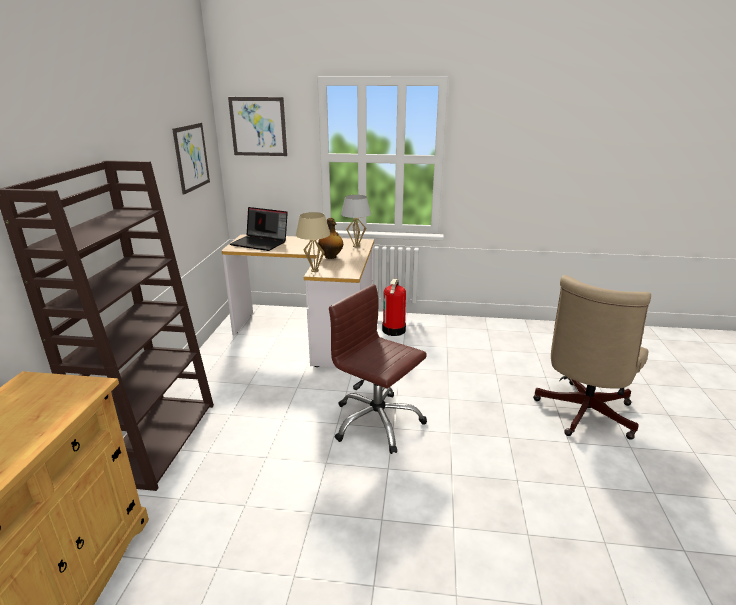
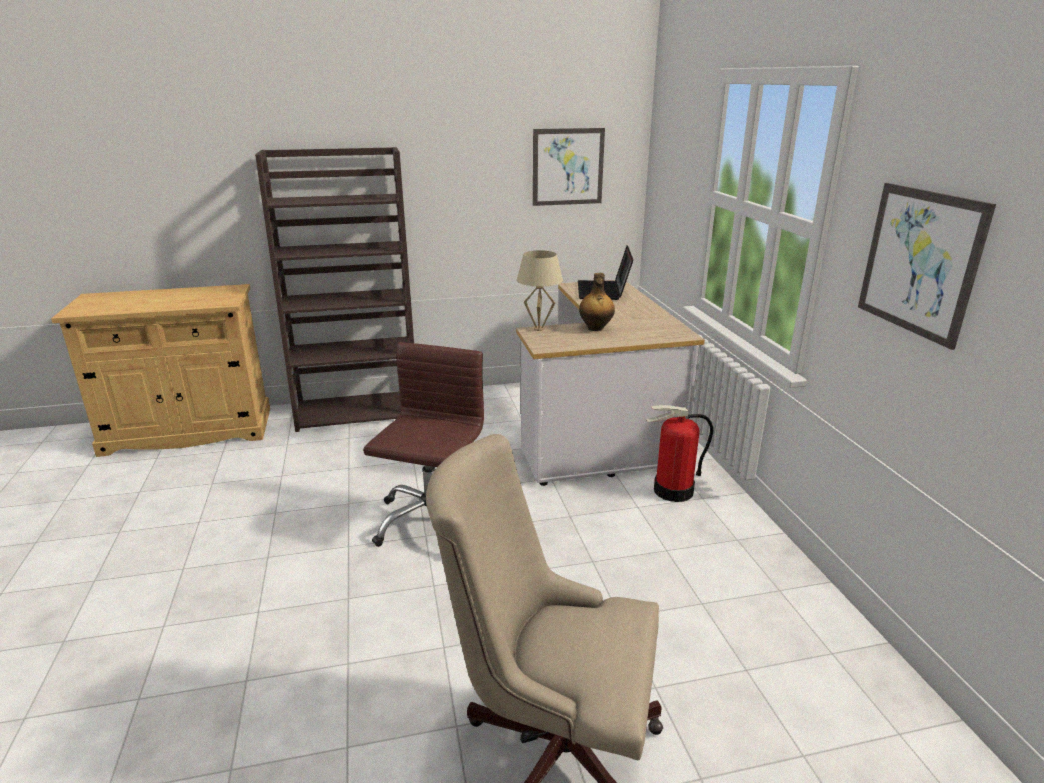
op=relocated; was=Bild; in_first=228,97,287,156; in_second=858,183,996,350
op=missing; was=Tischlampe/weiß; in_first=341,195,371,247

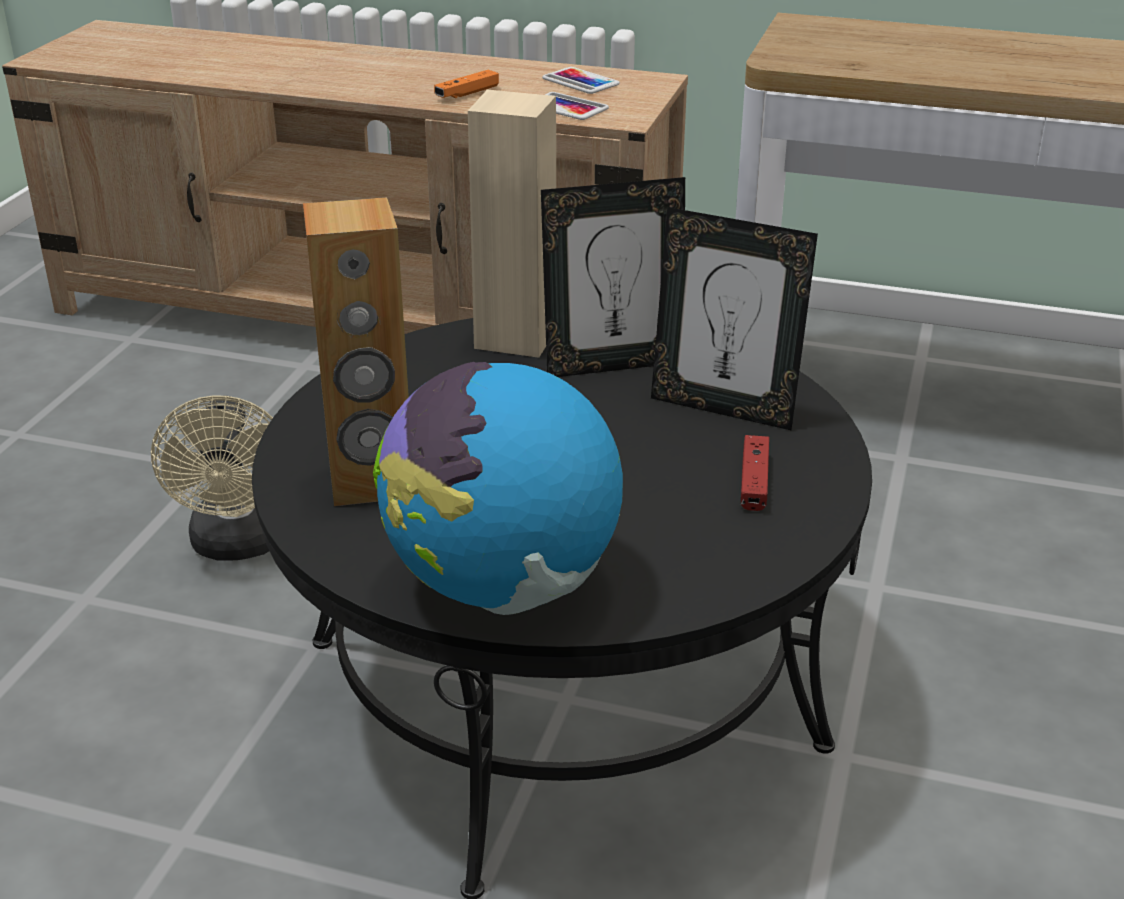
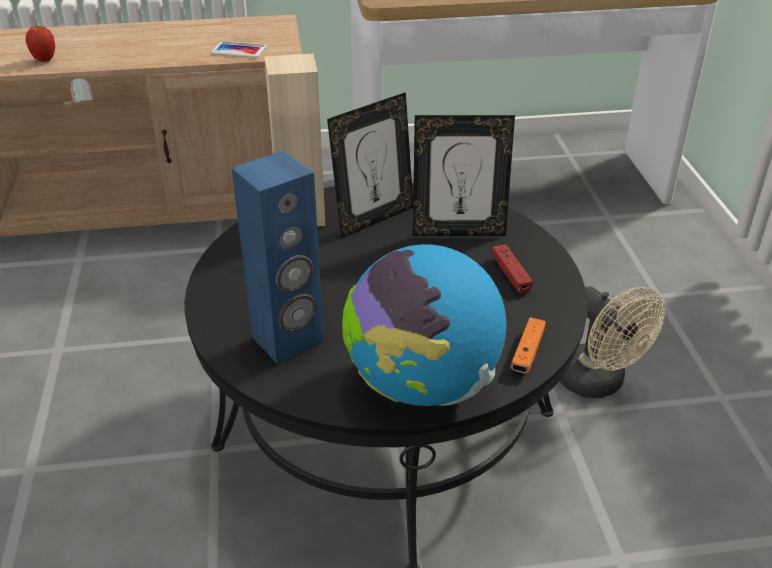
op=missing; was=Handy; in_first=542,67,620,94
op=relocated; was=Gamepad/orange; in_first=434,70,499,98; in_second=511,317,546,373
op=colour; was=Lautsprecher/braun; now=Lautsprecher/blau; in_first=303,197,409,506; in_second=231,151,324,364
op=relocated; was=Ventilator/beige; in_first=151,395,273,561; in_second=560,286,665,398
op=appeared; now=Apfel; in_second=25,24,55,62

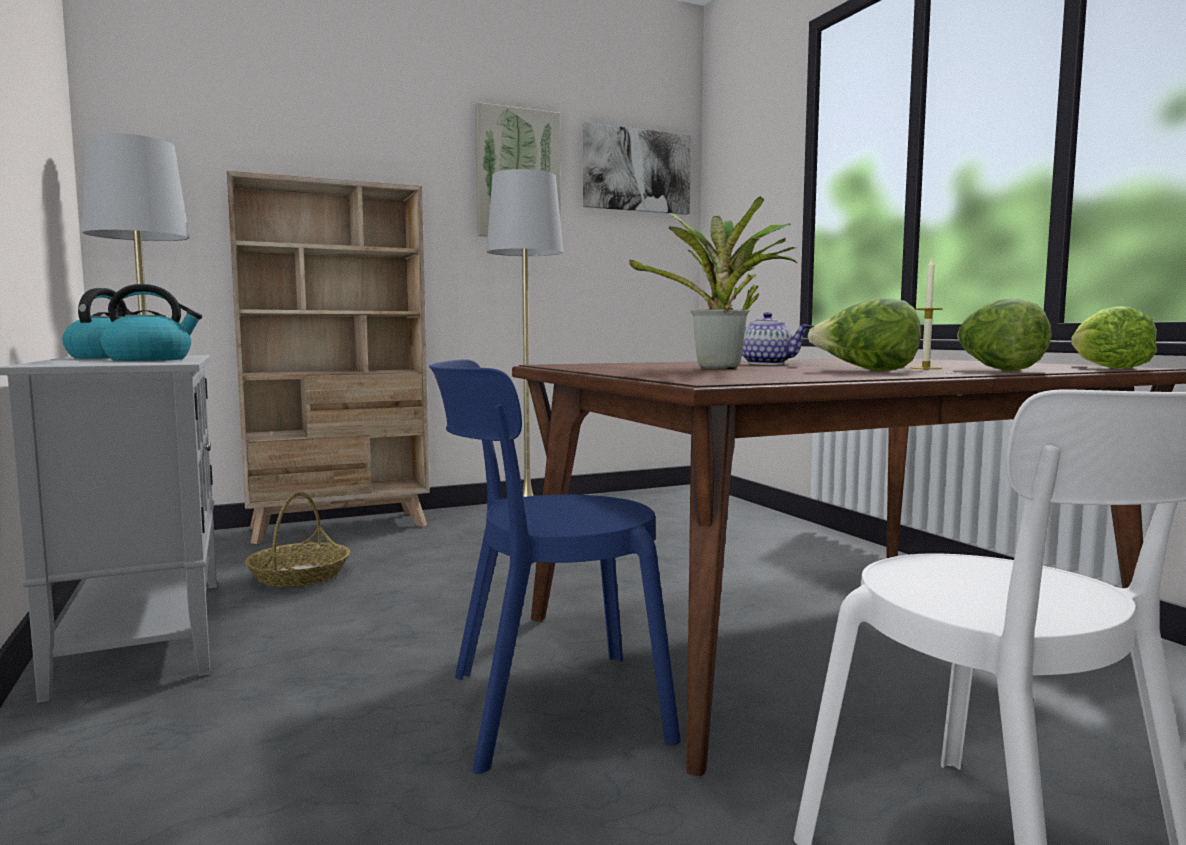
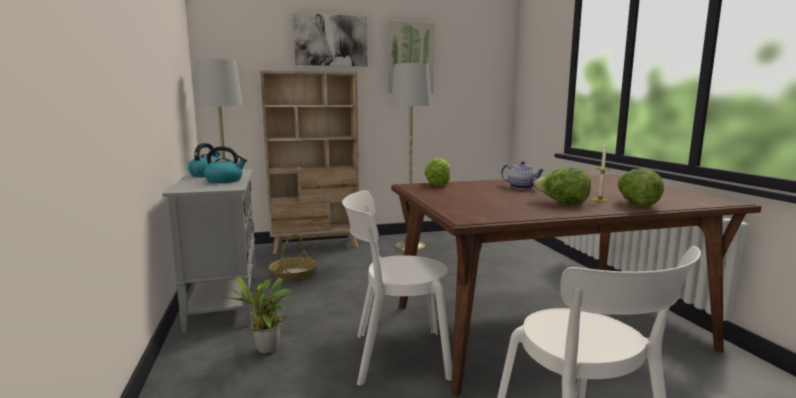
op=relocated; was=Bild; in_first=583,122,691,215; in_second=293,13,368,66
op=relocated; was=Topfpflanze; in_first=629,196,797,369; in_second=221,277,298,354
op=relocated; was=Salatkopf; in_first=1071,306,1157,369; in_second=424,158,451,186
op=colour; was=Stuhl/blau; now=Stuhl/weiß; in_first=429,359,681,774; in_second=342,191,452,385

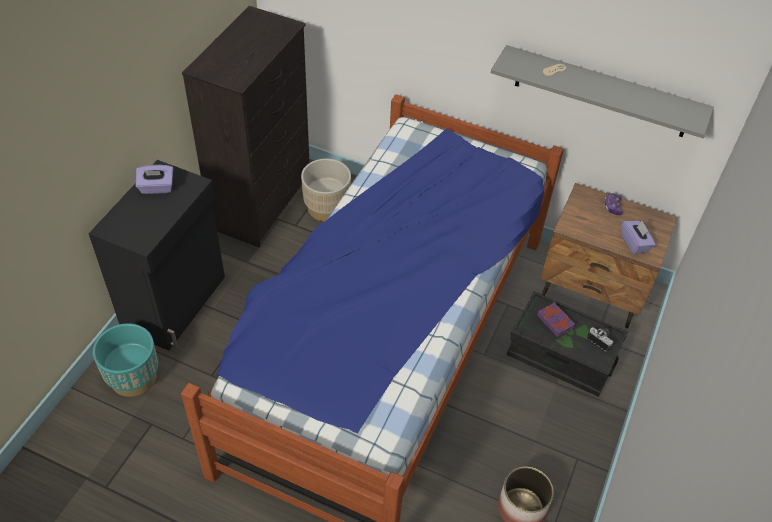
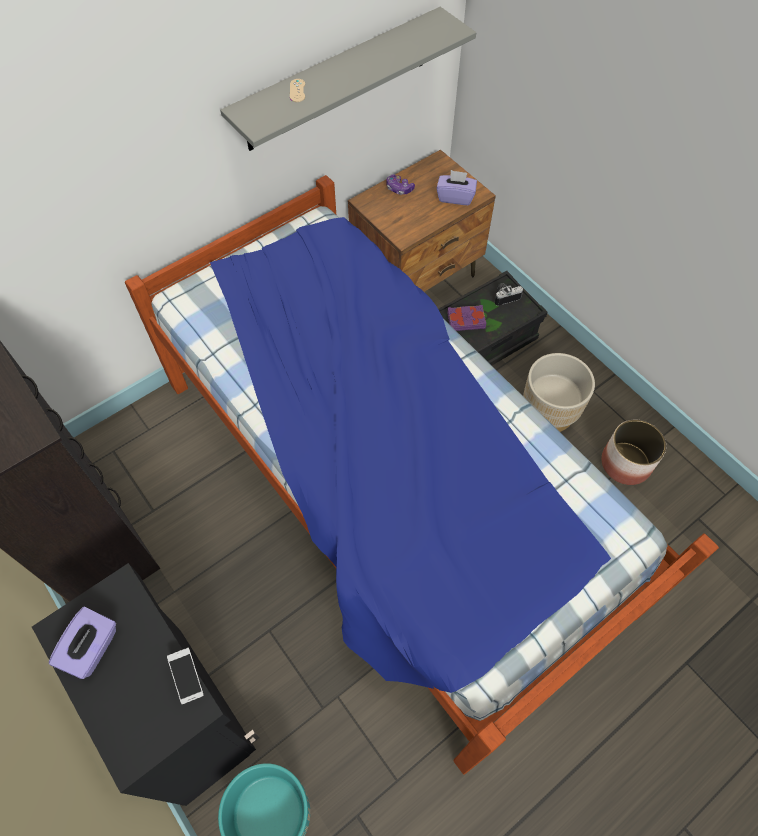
op=relocated; was=Pflanzkübel/beige; in_first=301,159,351,222; in_second=523,353,595,432
op=appeared; now=Handy; in_second=167,648,204,704

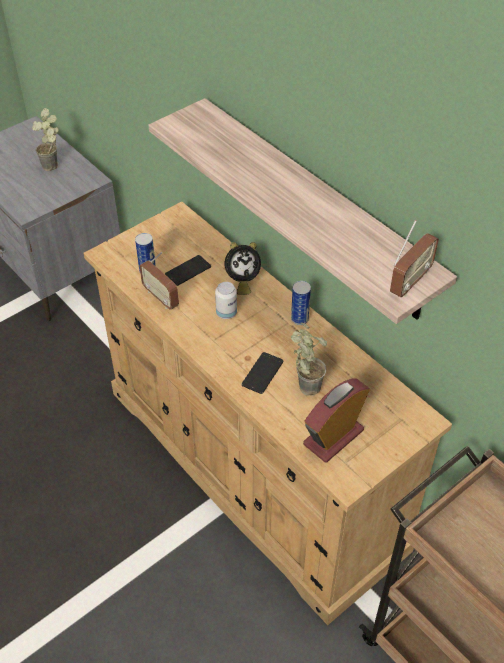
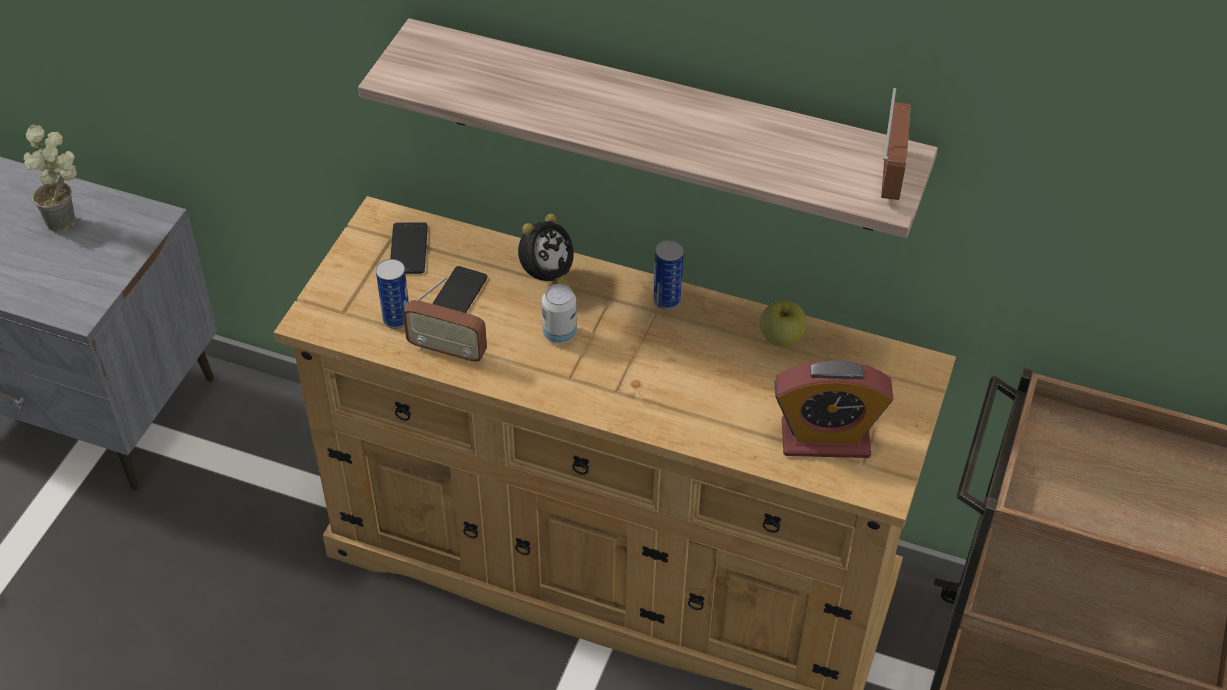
op=missing; was=Topfpflanze; in_first=291,322,327,396
op=relocated; was=Handy; in_first=242,352,283,394; in_second=390,222,428,274
op=spun; was=Wecker; in_first=303,378,370,462; in_second=775,360,894,458; clockwise=-105
op=appeared; now=Apfel; in_second=760,300,807,347

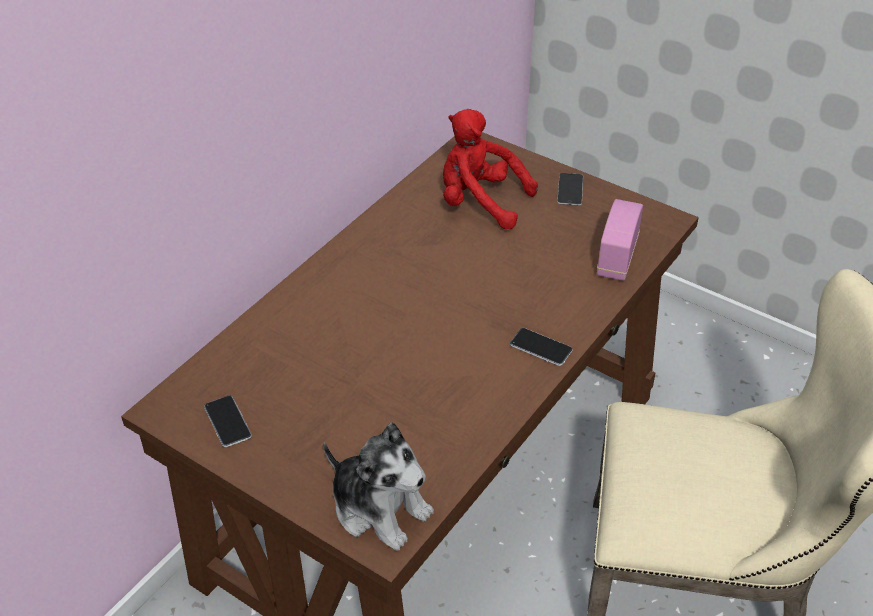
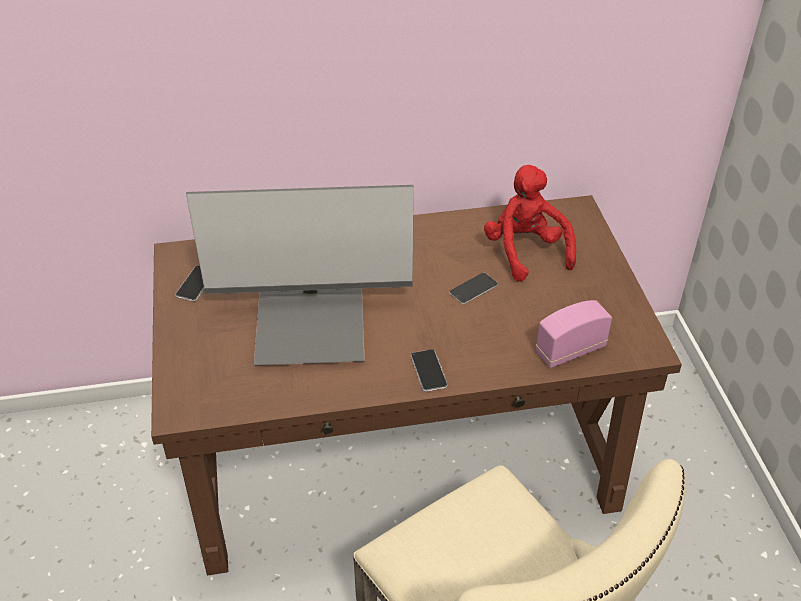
op=relocated; was=Handy; in_first=557,173,583,205; in_second=449,272,498,304
op=missing; was=Plüschtier; in_first=323,422,434,551
op=appeared; now=Monitor; in_second=186,185,414,365

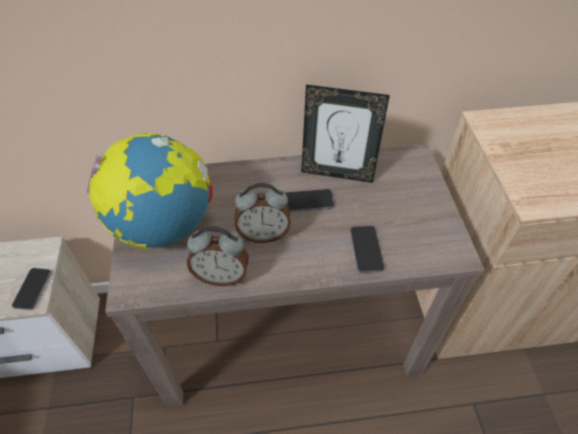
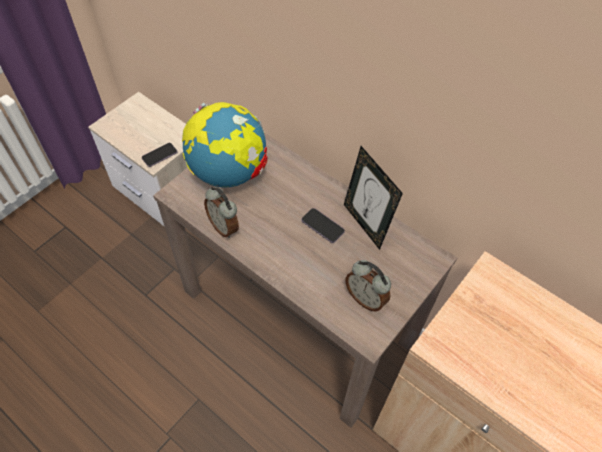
op=relocated; was=Wecker; in_first=235,183,291,243; in_second=345,260,391,312
op=missing; was=Handy; in_first=350,226,385,273

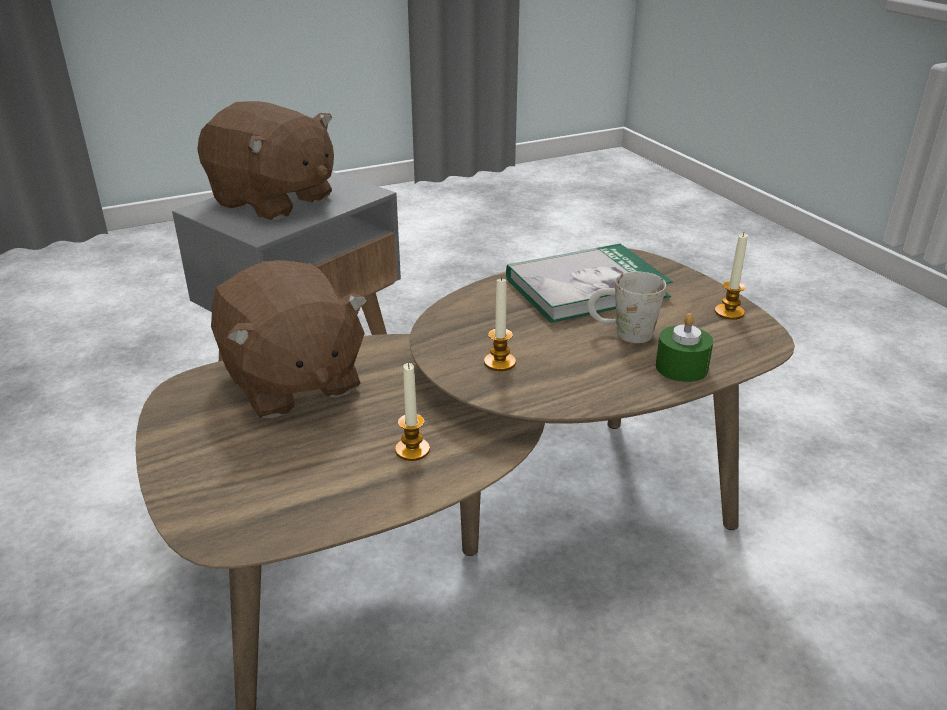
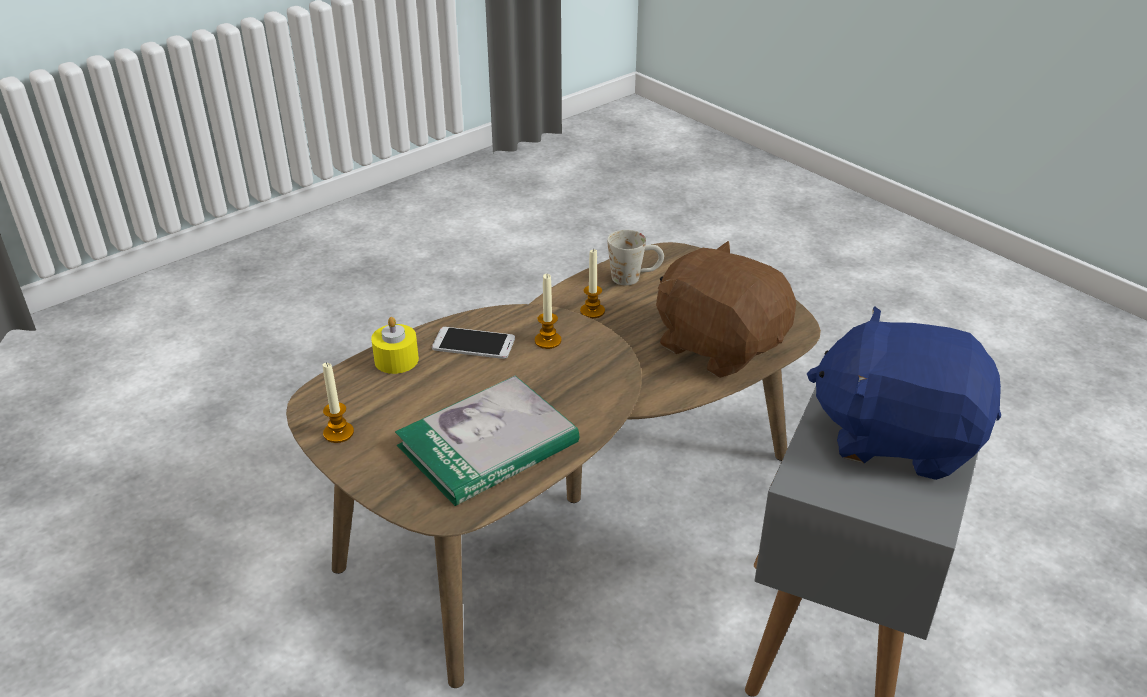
op=colour; was=Plüschtier/braun; now=Plüschtier/blau; in_first=197,101,334,220; in_second=807,307,1001,480
op=relocated; was=Henkelbecher/weiß; in_first=587,271,666,343; in_second=607,230,664,285
op=colour; was=Kerze/grün; now=Kerze/gelb; in_first=656,313,713,382; in_second=371,317,419,374
op=appeared; now=Handy; in_second=432,327,515,359

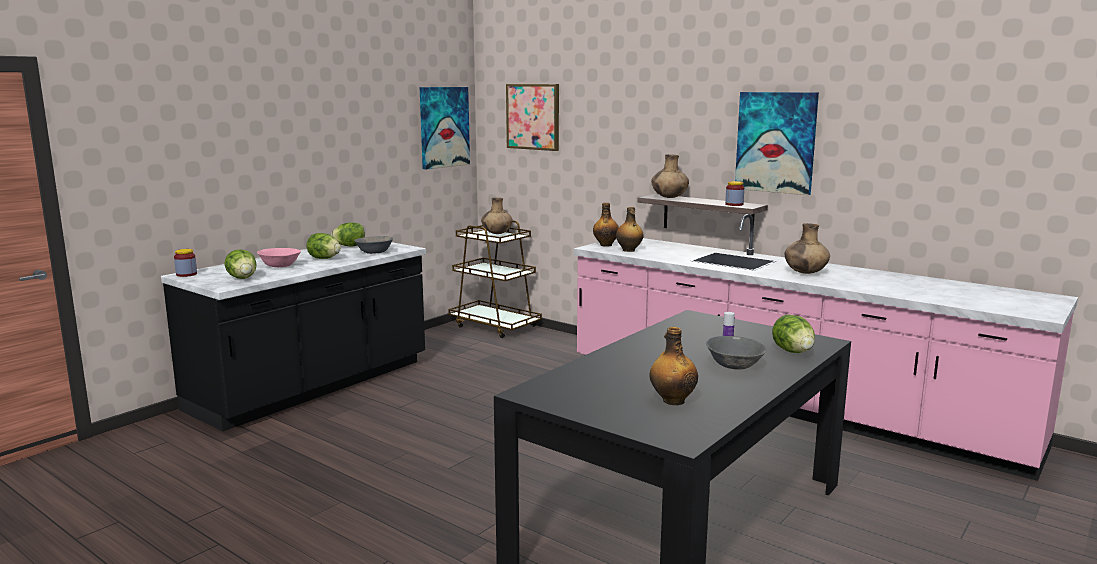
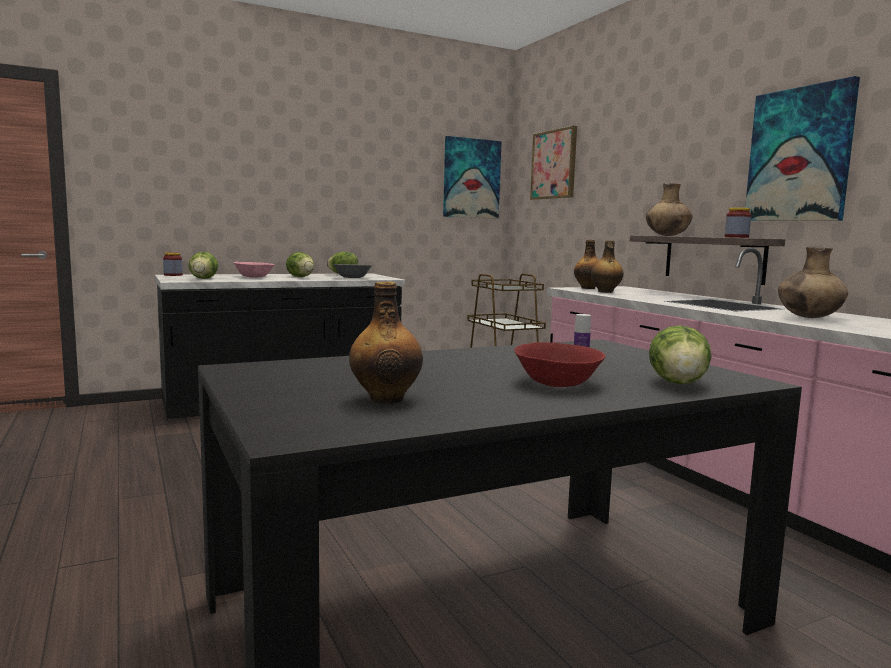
op=missing; was=Vase/braun; in_first=481,197,513,234
op=colour; was=Schüssel/grau; now=Schüssel/rot; in_first=706,336,766,370; in_second=514,342,606,387

